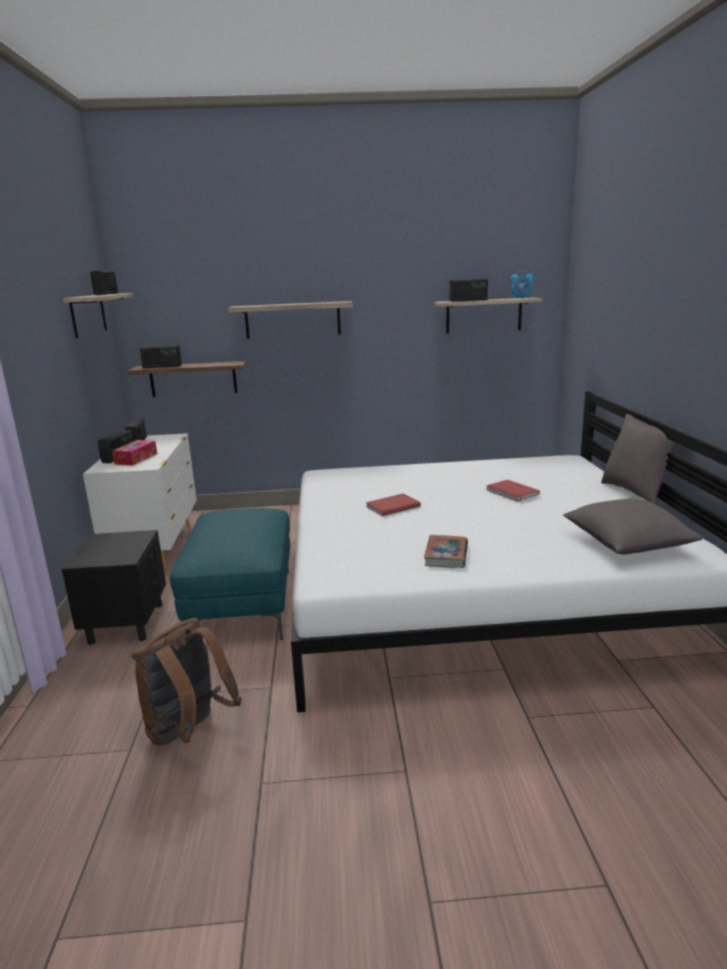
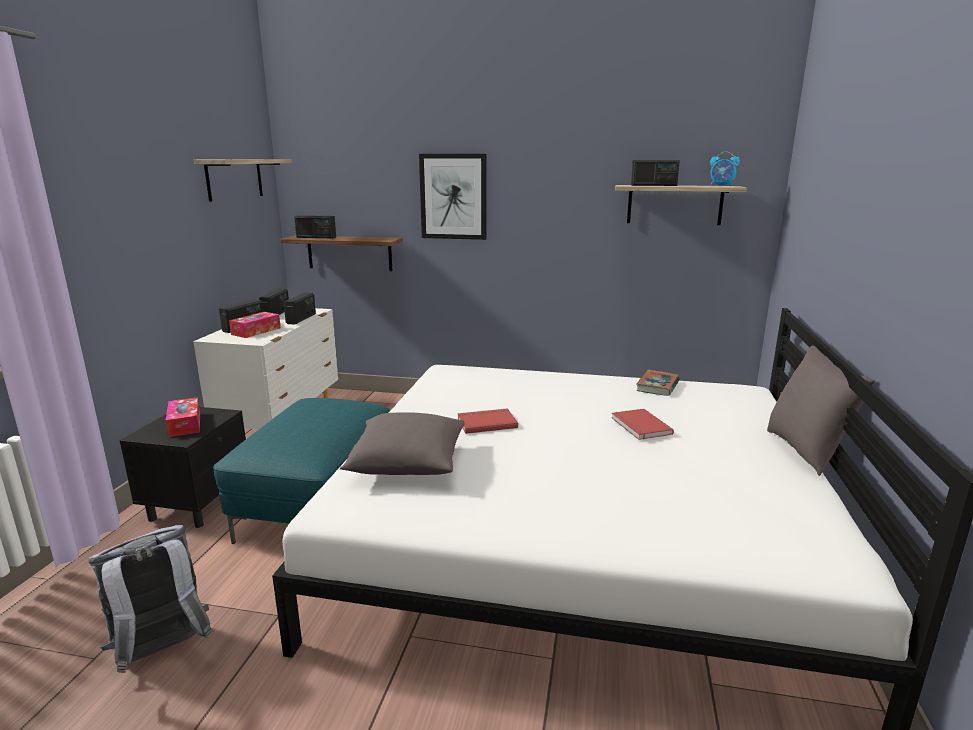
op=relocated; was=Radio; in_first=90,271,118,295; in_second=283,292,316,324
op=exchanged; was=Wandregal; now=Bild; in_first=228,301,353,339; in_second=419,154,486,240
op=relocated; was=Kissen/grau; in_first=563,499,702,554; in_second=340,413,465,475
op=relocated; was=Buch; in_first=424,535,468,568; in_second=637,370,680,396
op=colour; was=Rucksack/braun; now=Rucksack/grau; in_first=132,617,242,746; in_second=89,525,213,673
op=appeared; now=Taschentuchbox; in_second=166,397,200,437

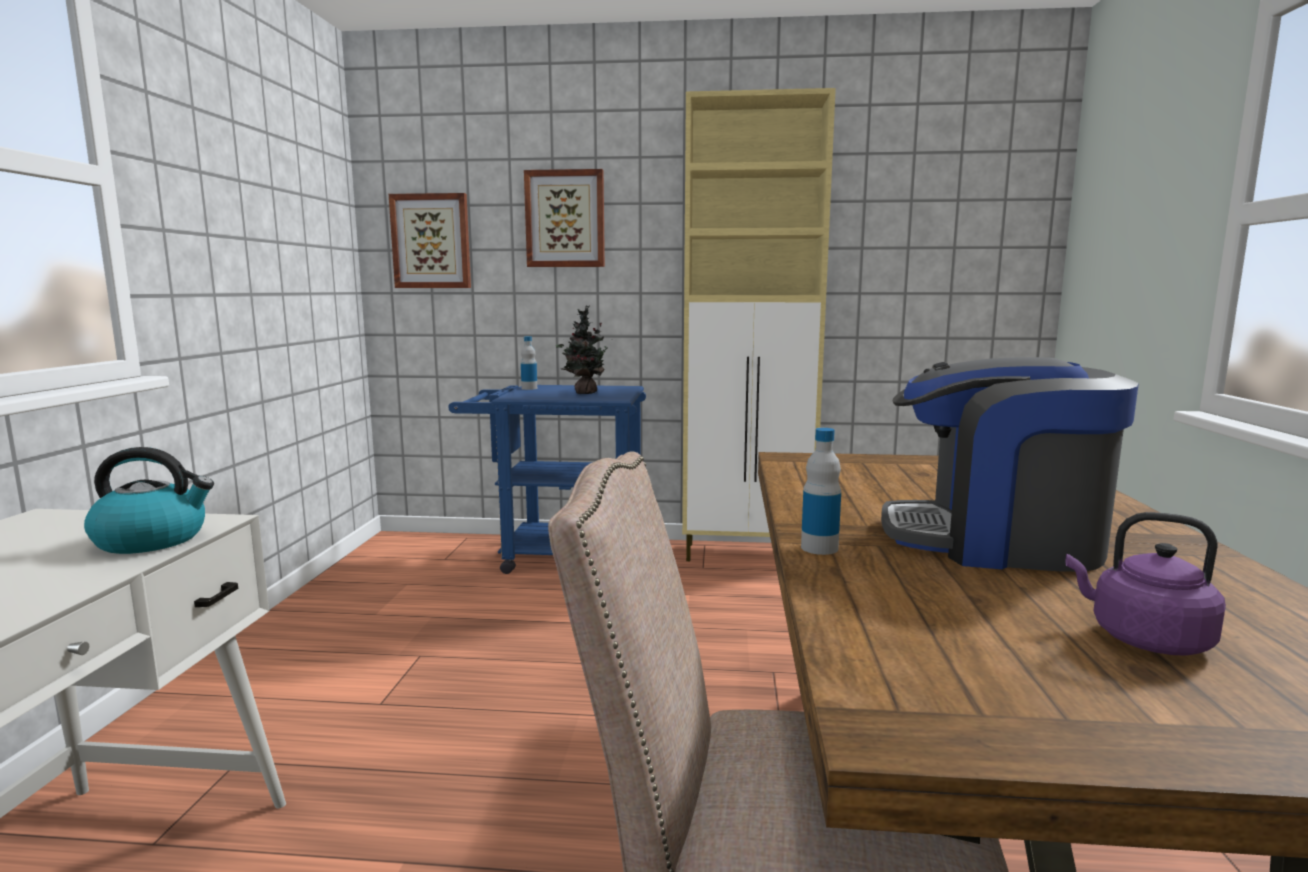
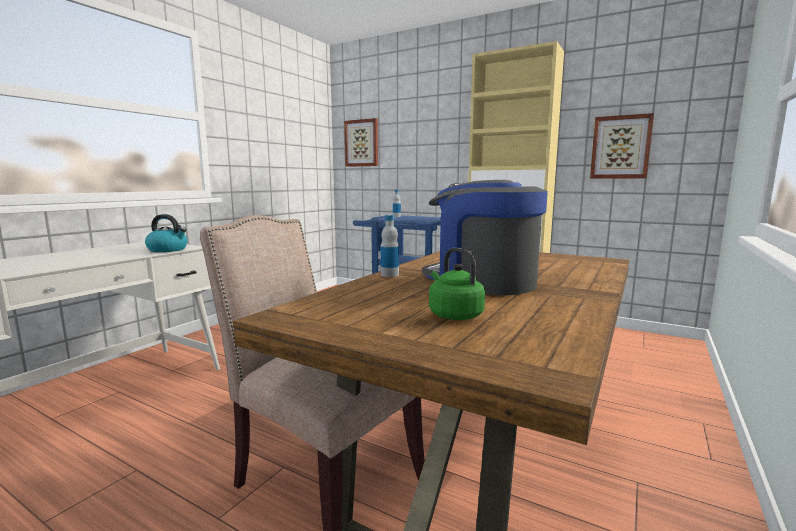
op=relocated; was=Bild; in_first=524,169,605,267; in_second=590,113,654,178
op=missing; was=Topfpflanze; in_first=556,305,612,394
op=colour; was=Wasserkessel/lila; now=Wasserkessel/grün; in_first=1066,512,1226,656; in_second=429,248,485,320

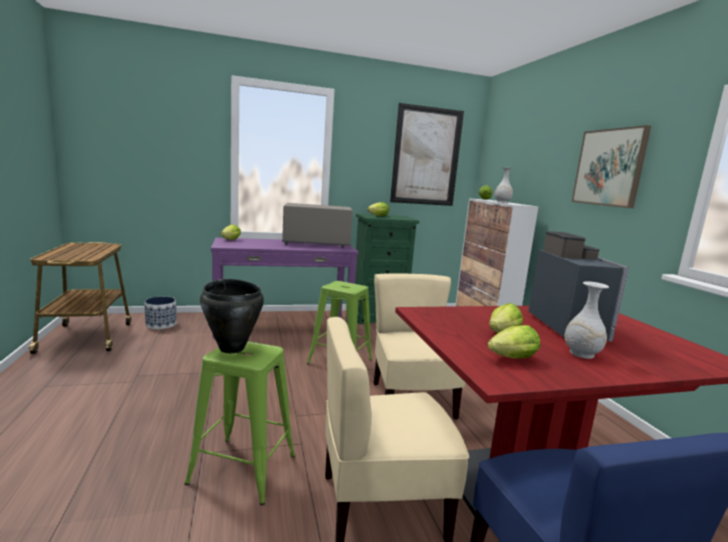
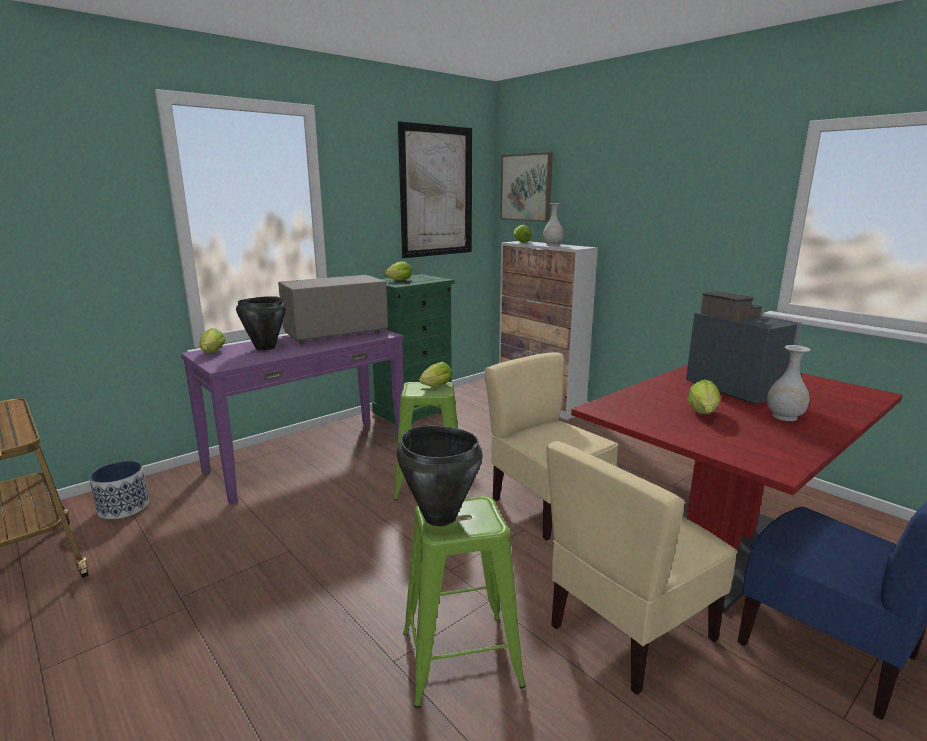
op=relocated; was=Bild; in_first=572,125,651,208; in_second=500,152,553,222
op=relocated; was=Salatkopf; in_first=488,325,540,359; in_second=419,362,452,386
op=appeared; now=Kochtopf/schwarz; in_second=236,296,285,351

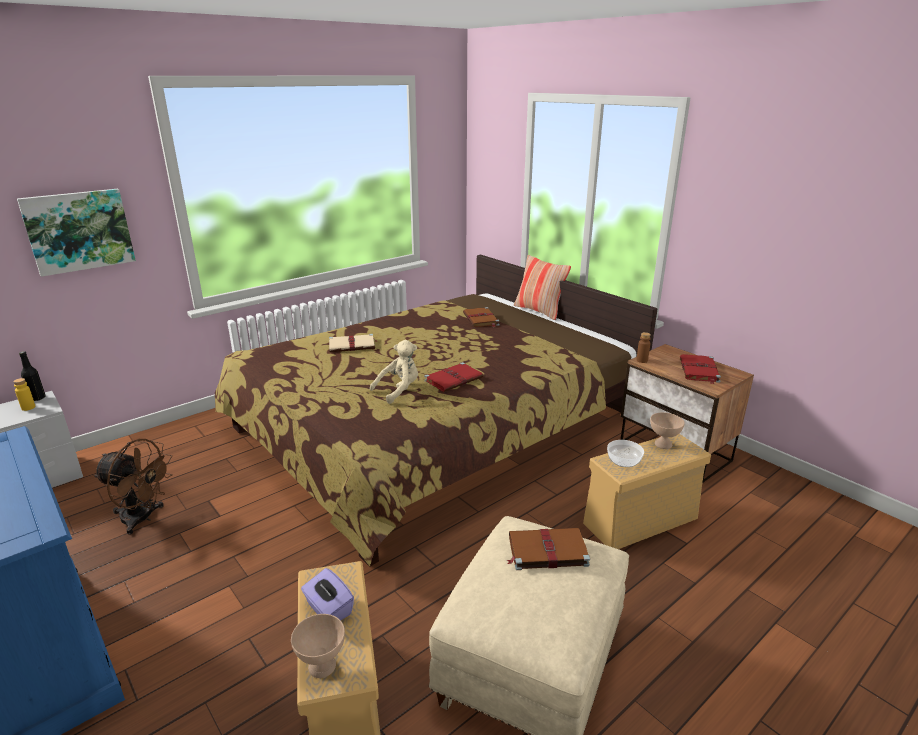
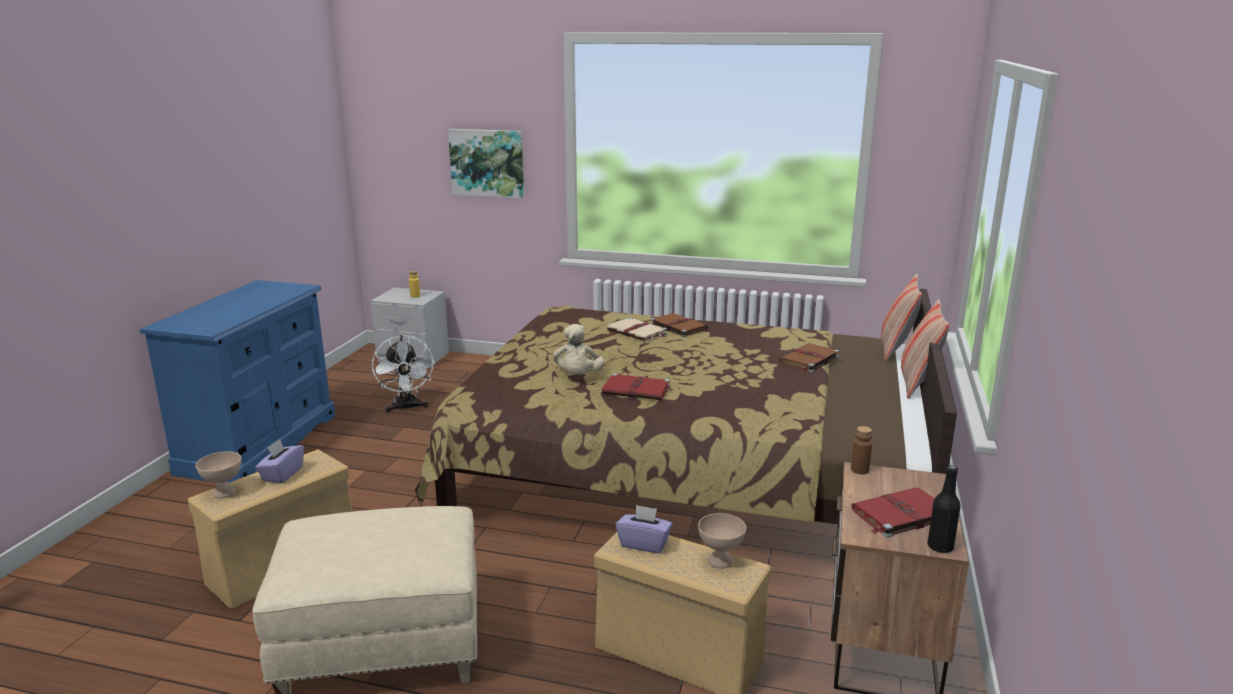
op=spun; was=Plüschtier/beige; in_first=370,340,418,404; in_second=553,324,605,374; clockwise=75
op=relocated; was=Flasche/schwarz; in_first=19,351,46,401; in_second=927,465,961,553
op=colour; was=Ventilator/braun; now=Ventilator/weiß; in_first=94,439,173,535; in_second=372,335,435,413
op=exchanged; was=Schüssel; now=Taschentuchbox/lila; in_first=607,440,644,467; in_second=616,505,673,553
op=relocated; was=Buch/braun; in_first=507,528,590,570; in_second=650,313,709,337
op=appeared; now=Kissen; in_second=881,273,922,362

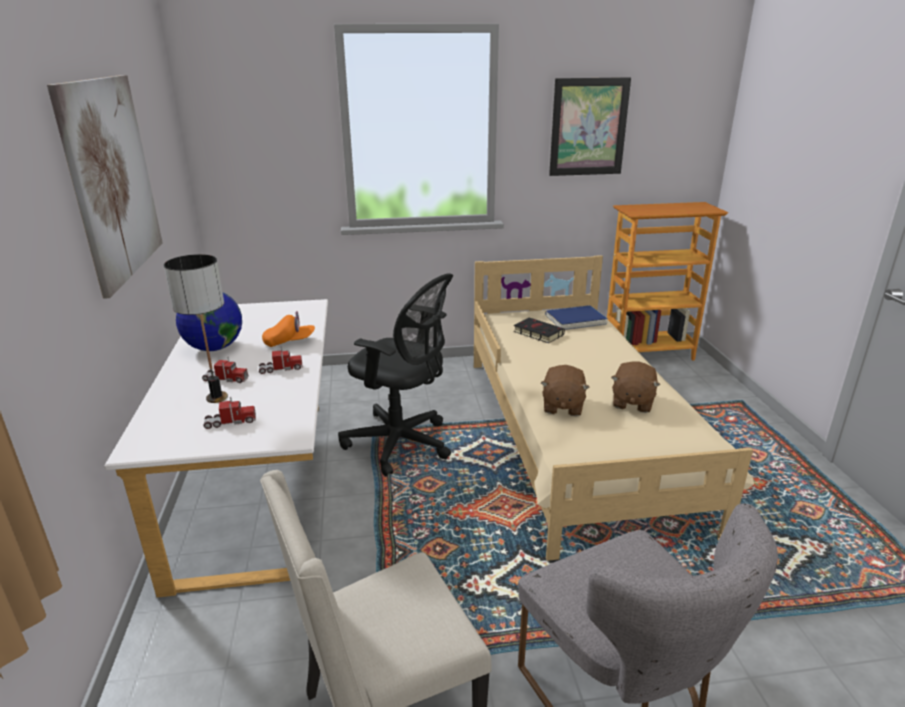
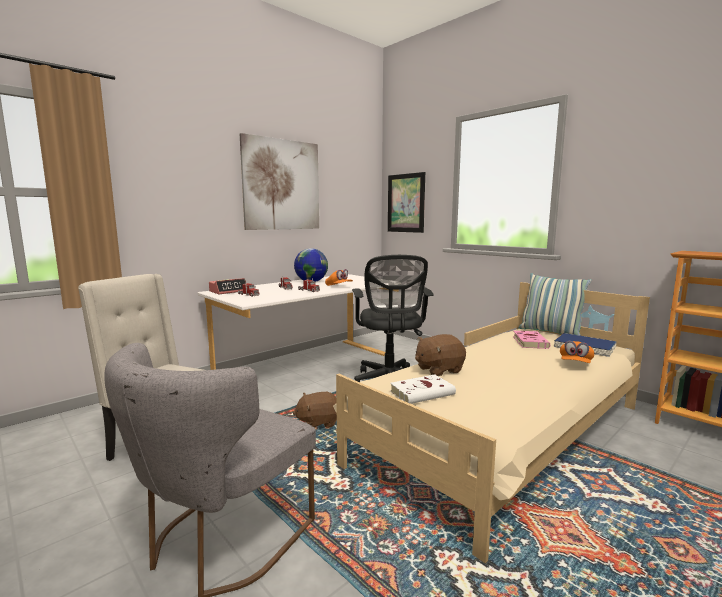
op=relocated; was=Bild; in_first=549,77,631,176; in_second=388,172,425,233
op=missing; was=Tischlampe; in_first=164,254,228,403
op=colour; was=Buch/schwarz; now=Buch/rosa; in_first=513,318,565,343; in_second=513,331,550,349
op=relocated; was=Plüschtier/braun; in_first=611,361,660,413; in_second=293,392,337,428
op=appeared; now=Kissen; in_second=518,273,591,336
op=appeared; now=Wecker; in_second=209,278,247,294
op=appeared; now=Kappe/orange; in_second=560,341,594,363
op=appeared; now=Buch/weiß; in_second=390,374,456,404

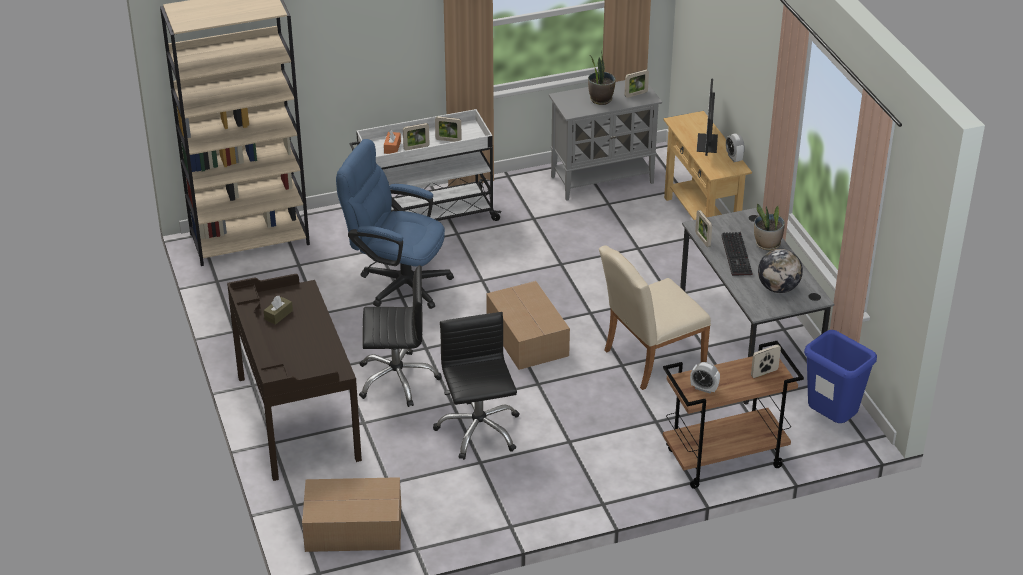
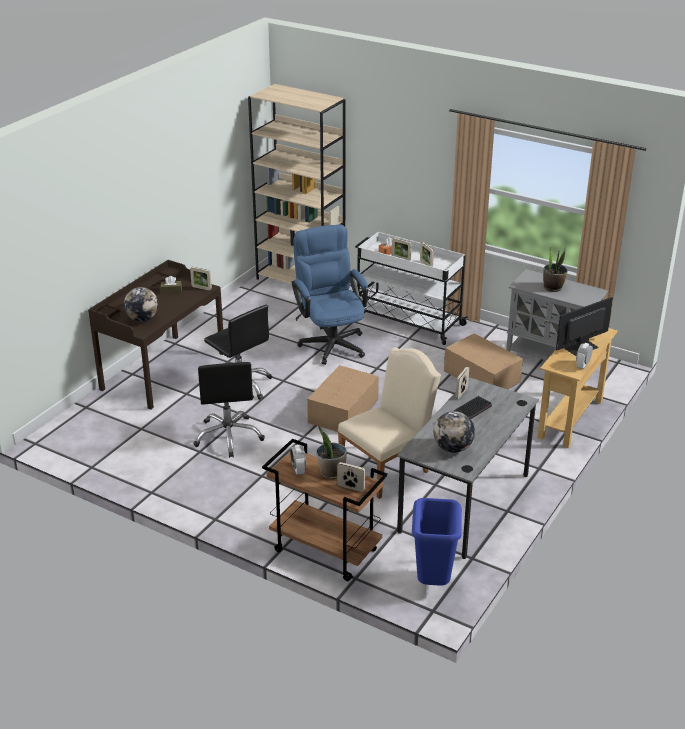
op=relocated; was=Bilderrahmen; in_first=625,70,649,98; in_second=190,267,212,291
op=relocated; was=Topfpflanze; in_first=754,204,785,250; in_second=316,425,347,479
op=spun; was=Stuhl/beige; in_first=599,245,711,390; in_second=338,347,441,499; clockwise=120
op=spun; was=Bürostuhl/schwarz; in_first=433,312,520,460; in_second=193,362,265,458; clockwise=135
op=relocated; was=Karton; in_first=302,477,401,552; in_second=444,333,523,389
op=appeared; now=Globus; in_second=124,287,159,322

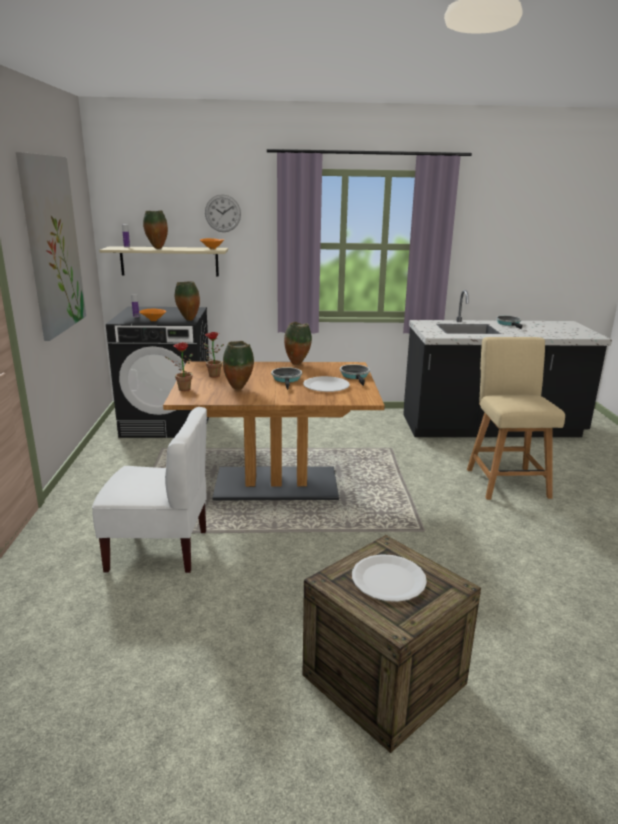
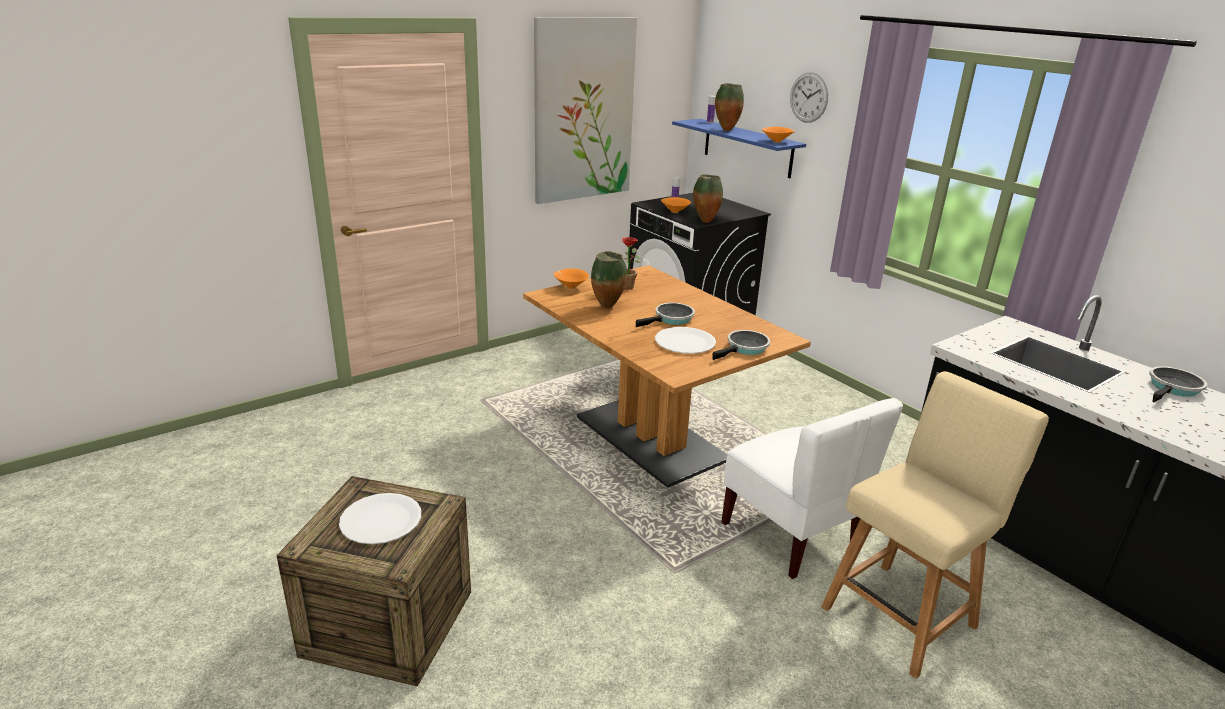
op=colour; was=Wandregal/beige; now=Wandregal/blau; in_first=99,246,228,277; in_second=672,119,806,178
op=missing; was=Vase; in_first=284,322,312,365
op=exchanged; was=Topfpflanze; now=Schüssel/orange; in_first=166,342,193,391; in_second=554,268,589,289
op=relocated; was=Stuhl/weiß; in_first=92,407,207,573; in_second=721,398,903,579

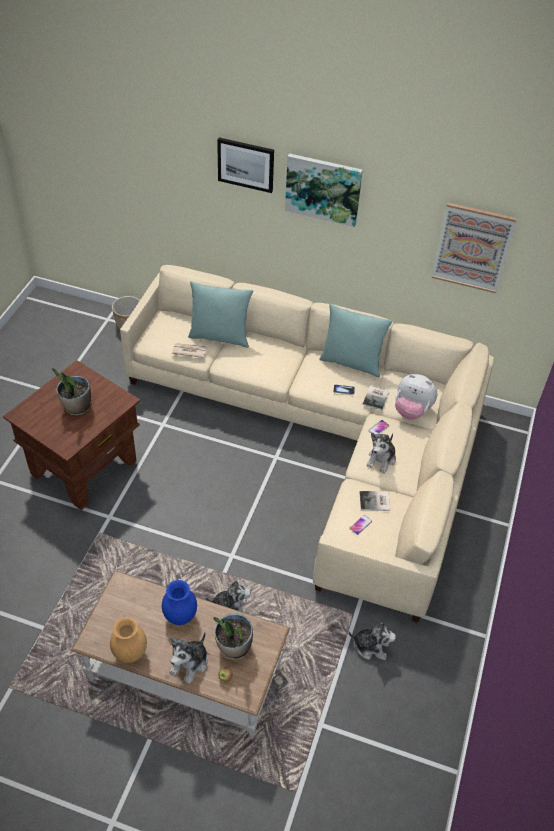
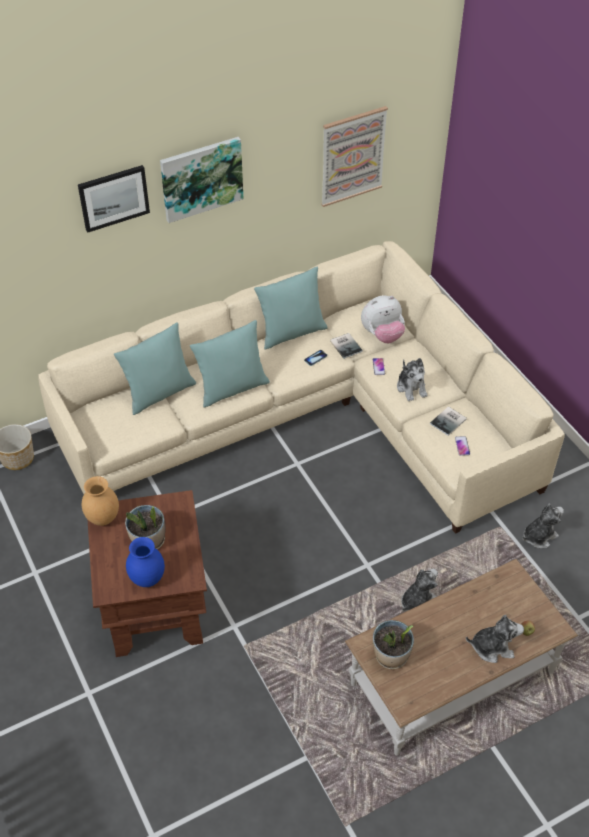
op=missing; was=Zeitung; in_first=172,343,207,358
op=relocated; was=Vase/blau; in_first=162,580,197,625; in_second=126,537,165,587
op=relocated; was=Topfpflanze; in_first=213,613,253,660; in_second=373,620,414,669
op=relocated; was=Vase/braun; in_first=110,617,147,663; in_second=82,476,119,526
op=spun; was=Plüschtier; in_first=170,633,207,684; in_second=466,614,524,663; clockwise=-75
op=appeared; now=Kissen/türkis; in_second=190,320,270,408

